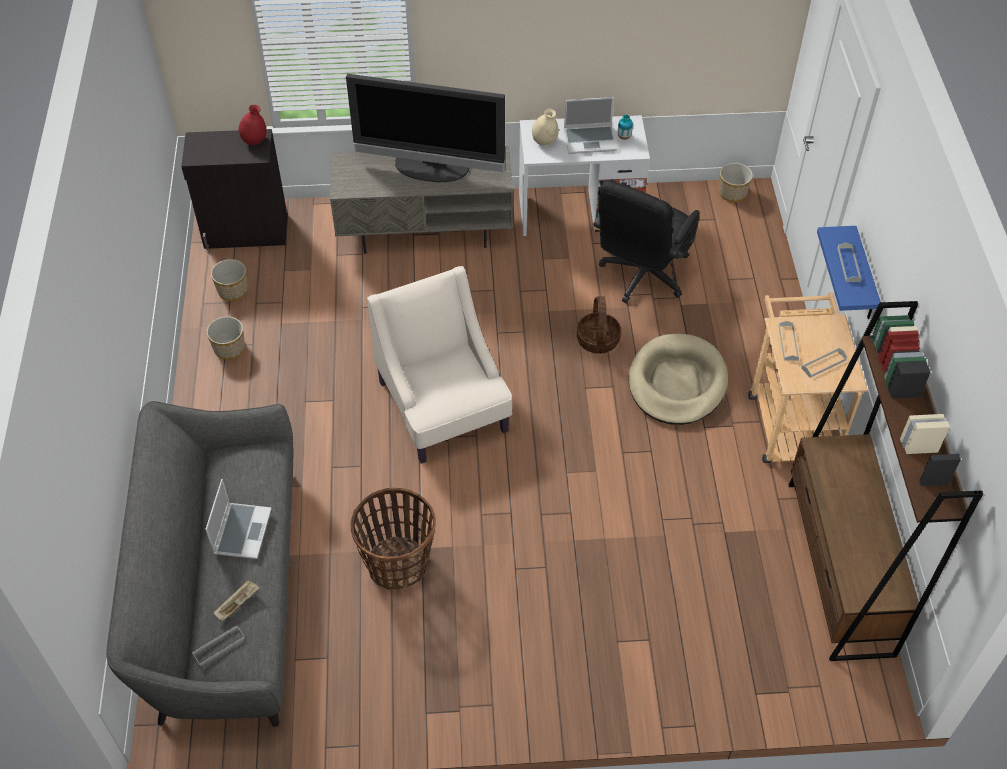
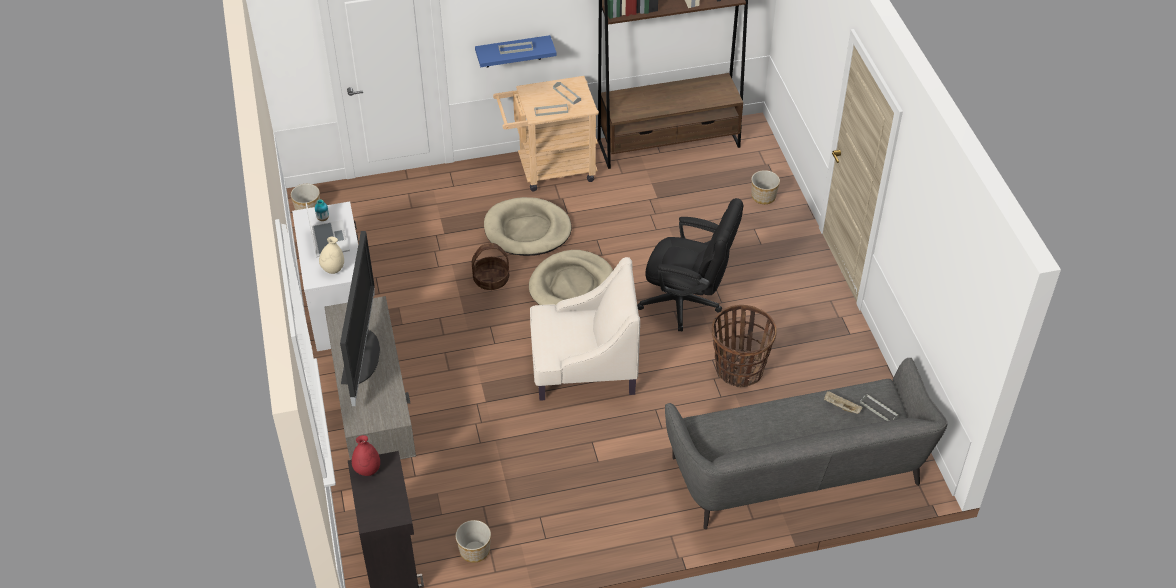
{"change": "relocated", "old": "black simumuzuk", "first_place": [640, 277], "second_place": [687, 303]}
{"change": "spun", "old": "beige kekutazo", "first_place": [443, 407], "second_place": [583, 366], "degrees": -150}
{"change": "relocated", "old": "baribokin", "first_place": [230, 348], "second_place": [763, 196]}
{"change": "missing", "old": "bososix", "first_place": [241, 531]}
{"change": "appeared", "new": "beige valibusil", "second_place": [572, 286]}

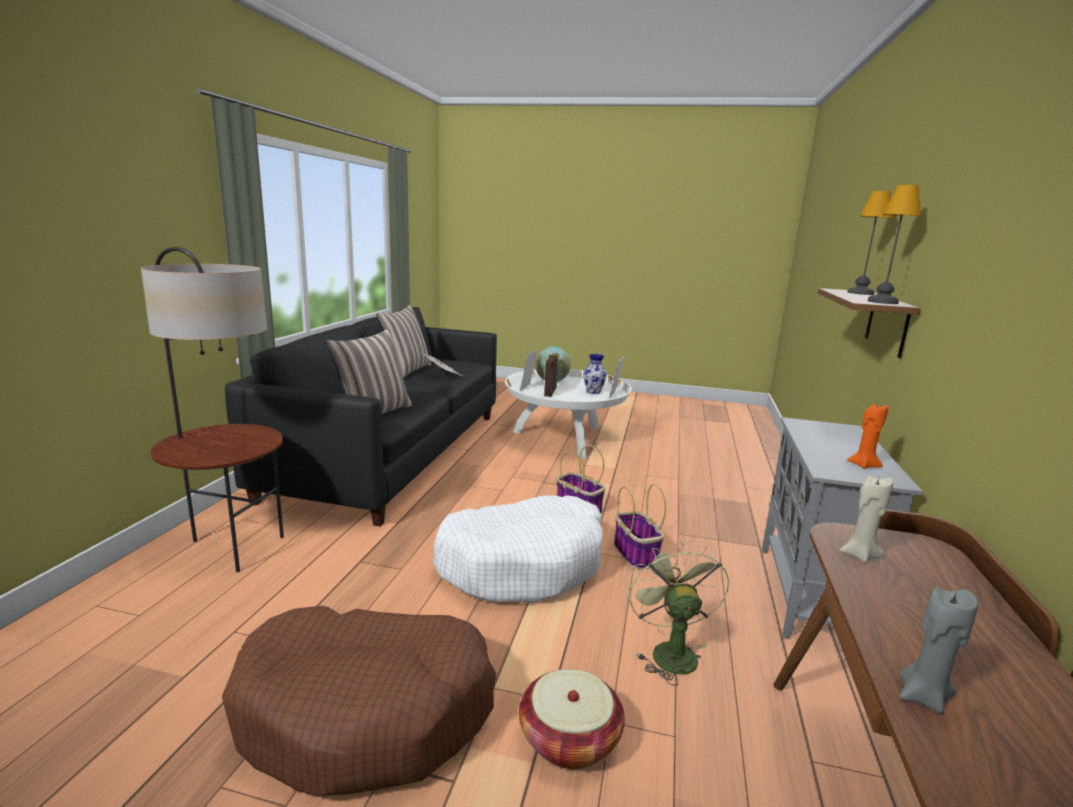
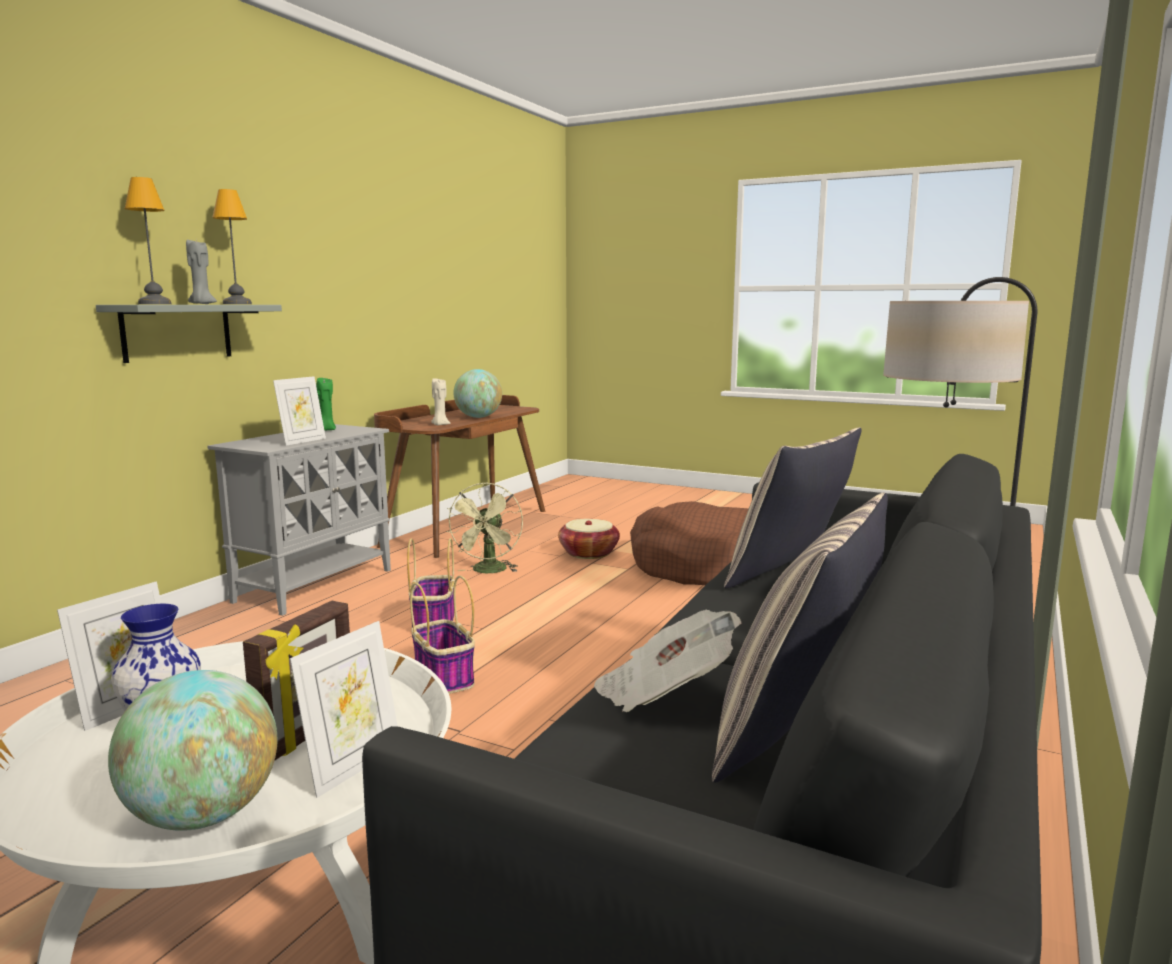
{"change": "colour", "old": "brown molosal", "new": "grey molosal", "first_place": [887, 323], "second_place": [177, 332]}
{"change": "colour", "old": "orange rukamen", "new": "green rukamen", "first_place": [863, 465], "second_place": [326, 430]}
{"change": "missing", "old": "white valibusil", "first_place": [522, 564]}
{"change": "relocated", "old": "grey rukamen", "first_place": [922, 697], "second_place": [201, 304]}
{"change": "appeared", "new": "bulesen", "second_place": [478, 417]}
{"change": "appeared", "new": "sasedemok", "second_place": [302, 441]}

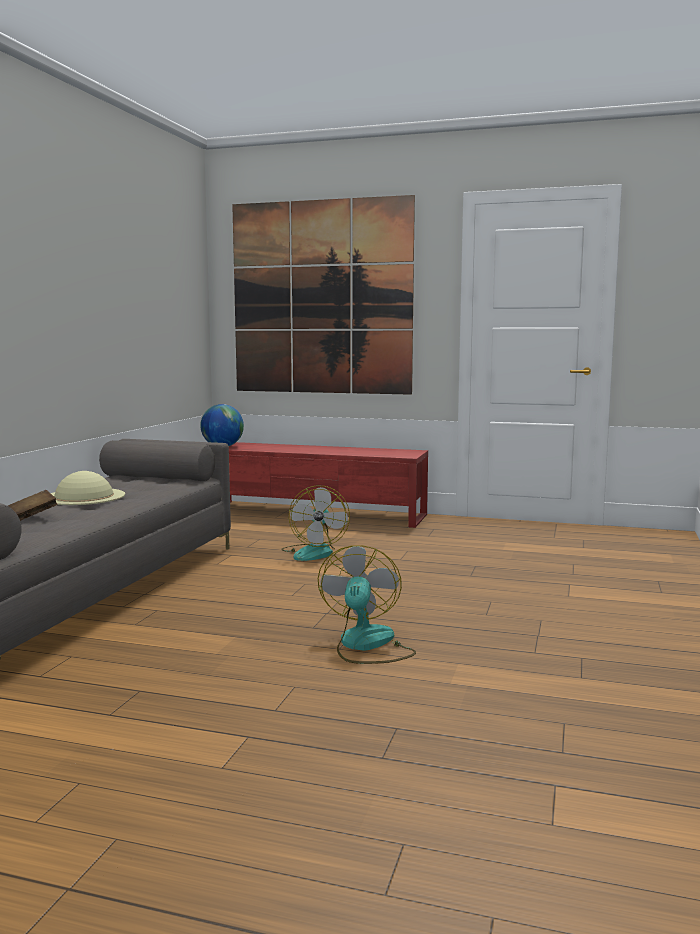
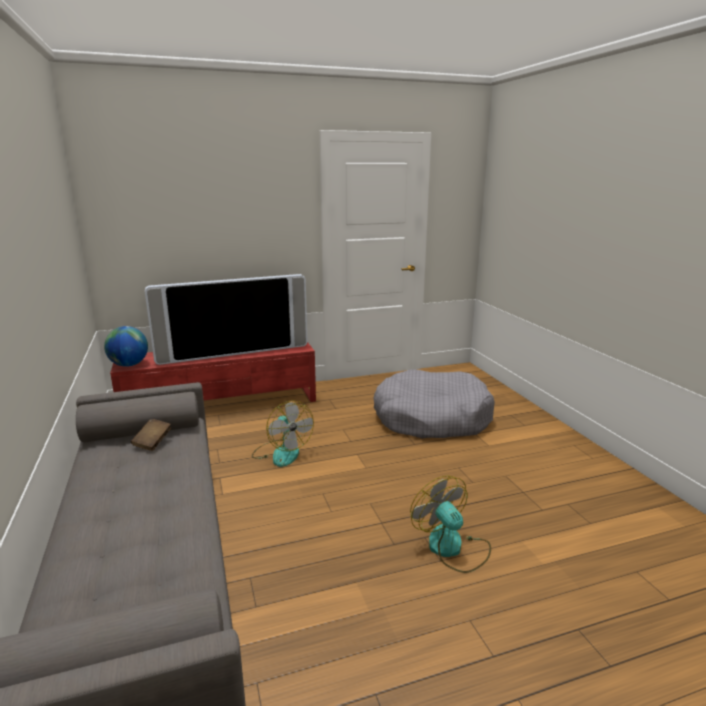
{"change": "missing", "old": "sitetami", "first_place": [321, 298]}
{"change": "missing", "old": "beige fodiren", "first_place": [84, 496]}
{"change": "relocated", "old": "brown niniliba", "first_place": [32, 516], "second_place": [152, 442]}
{"change": "appeared", "new": "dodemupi", "second_place": [233, 352]}
{"change": "appeared", "new": "grey valibusil", "second_place": [431, 418]}

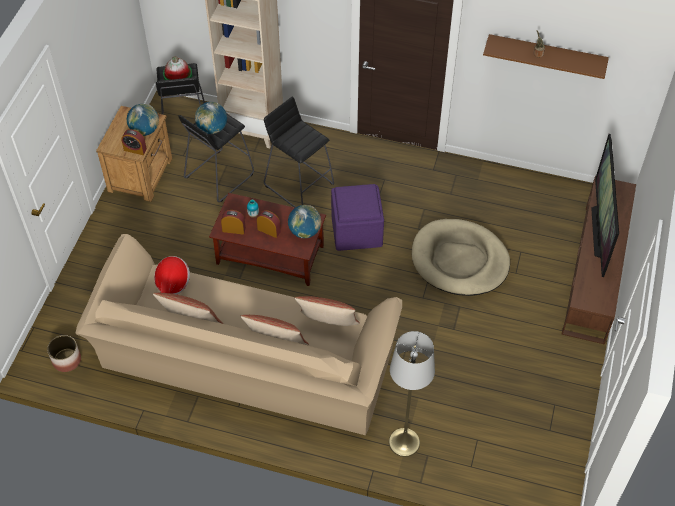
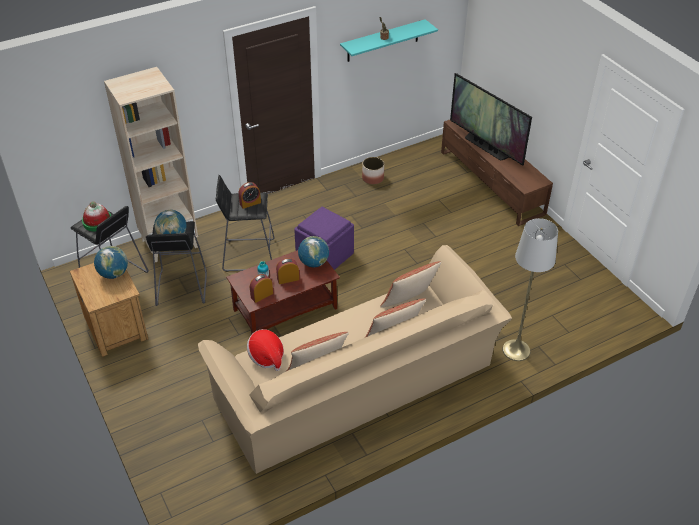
{"change": "colour", "old": "brown molosal", "new": "turquoise molosal", "first_place": [546, 55], "second_place": [383, 41]}
{"change": "relocated", "old": "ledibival", "first_place": [135, 149], "second_place": [250, 203]}
{"change": "missing", "old": "beige valibusil", "first_place": [459, 260]}
{"change": "relocated", "old": "baribokin", "first_place": [66, 360], "second_place": [372, 178]}

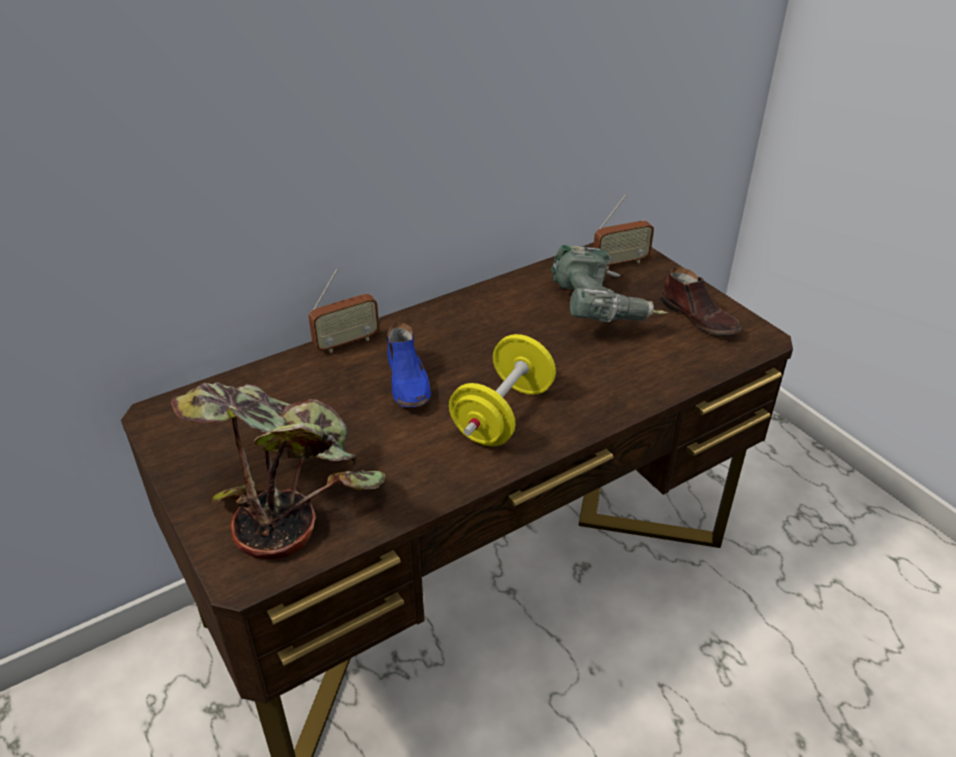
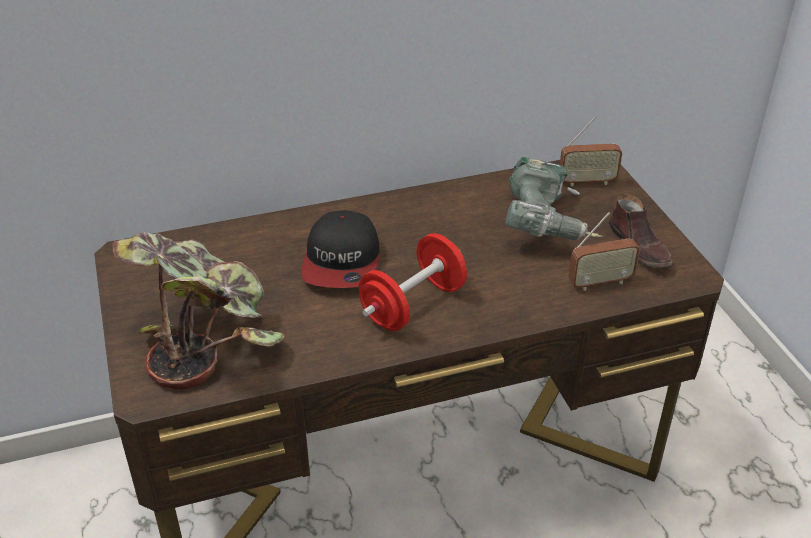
{"change": "relocated", "old": "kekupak", "first_place": [346, 342], "second_place": [600, 282]}
{"change": "exchanged", "old": "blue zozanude", "new": "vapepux", "first_place": [408, 382], "second_place": [342, 262]}
{"change": "colour", "old": "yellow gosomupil", "new": "red gosomupil", "first_place": [502, 415], "second_place": [413, 305]}

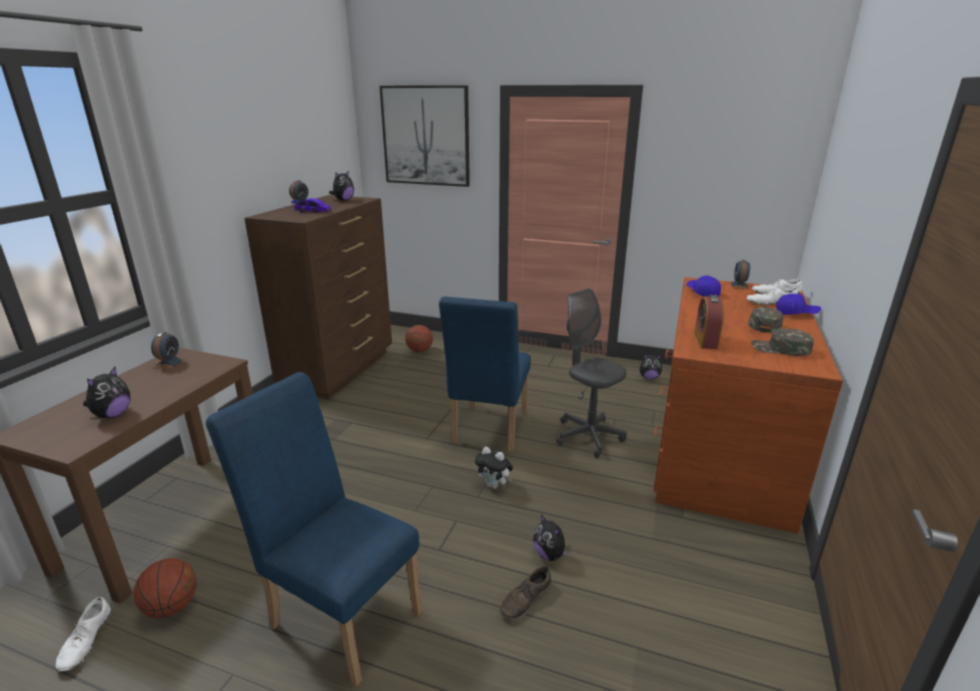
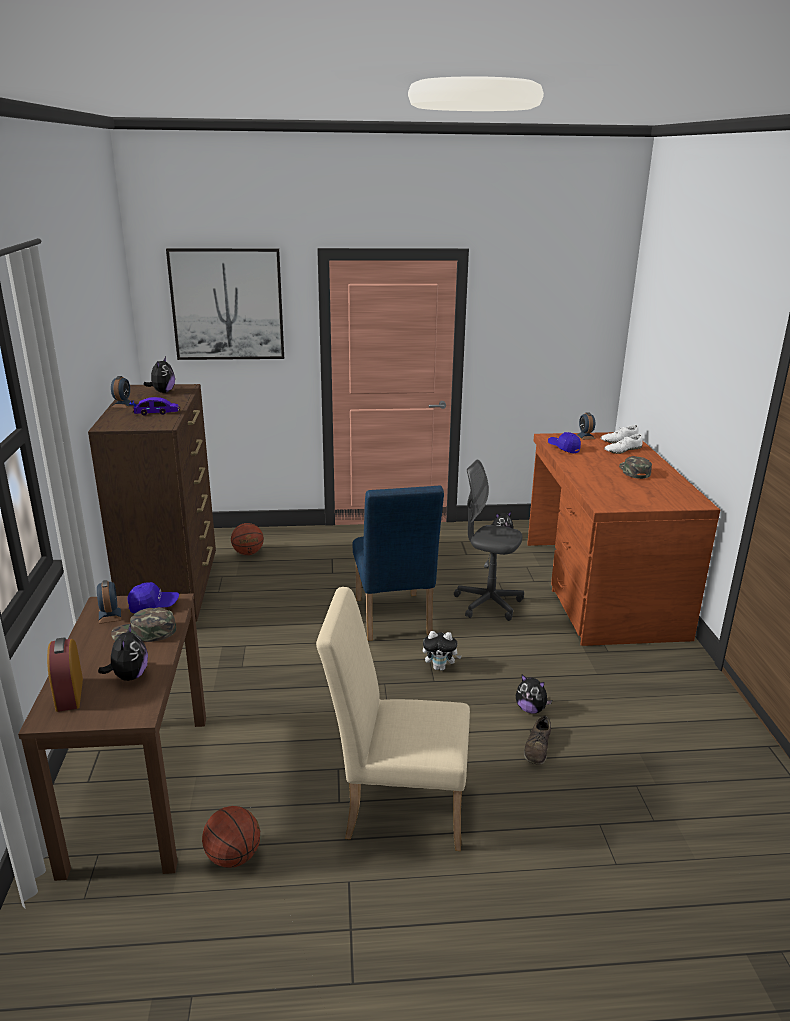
{"change": "relocated", "old": "blue vapepux", "first_place": [796, 313], "second_place": [154, 606]}
{"change": "relocated", "old": "ledibival", "first_place": [706, 340], "second_place": [69, 694]}
{"change": "relocated", "old": "green vapepux", "first_place": [780, 349], "second_place": [144, 633]}
{"change": "colour", "old": "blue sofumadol", "new": "beige sofumadol", "first_place": [339, 612], "second_place": [396, 807]}
{"change": "missing", "old": "white zozanude", "first_place": [86, 641]}

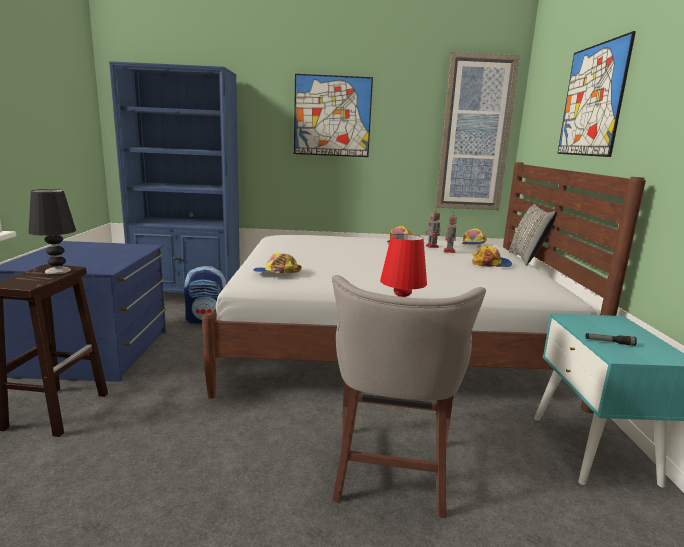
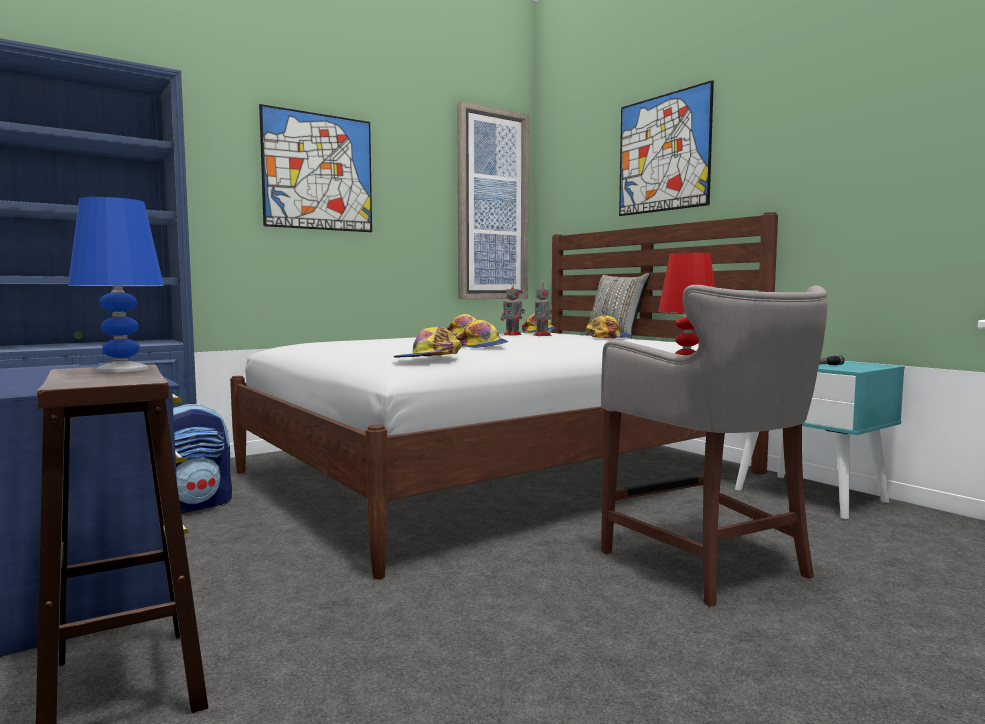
{"change": "colour", "old": "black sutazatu", "new": "blue sutazatu", "first_place": [58, 271], "second_place": [122, 369]}
{"change": "appeared", "new": "vapepux", "second_place": [481, 346]}

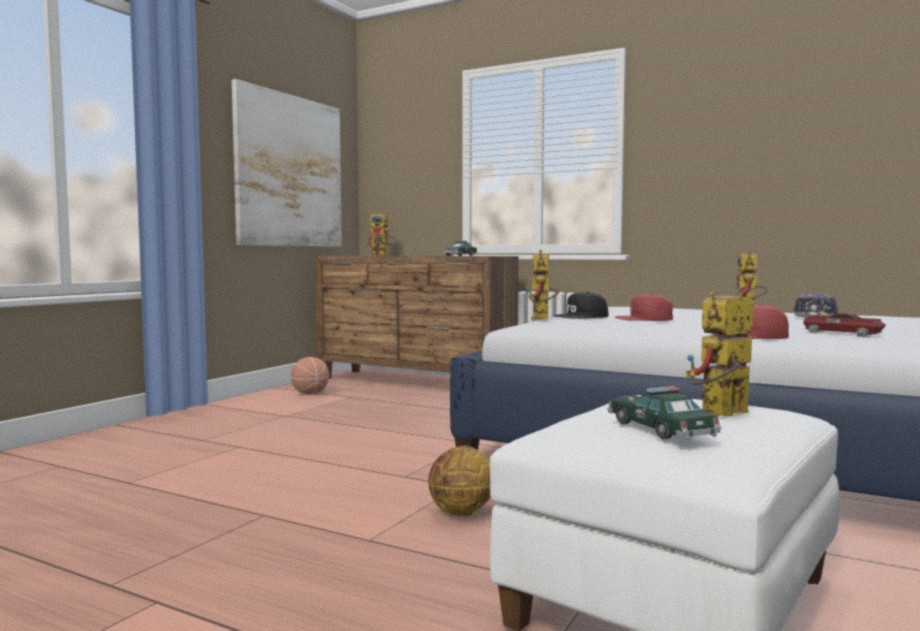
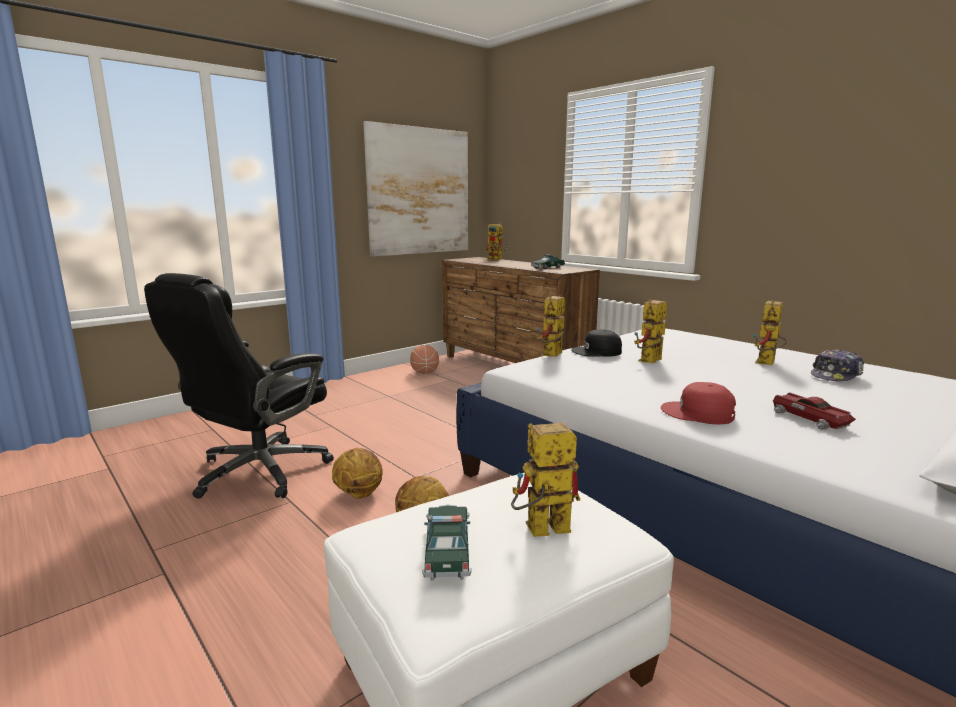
{"change": "exchanged", "old": "red vapepux", "new": "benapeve", "first_place": [644, 319], "second_place": [650, 362]}
{"change": "appeared", "new": "black simumuzuk", "second_place": [258, 472]}
{"change": "appeared", "new": "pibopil", "second_place": [358, 494]}

